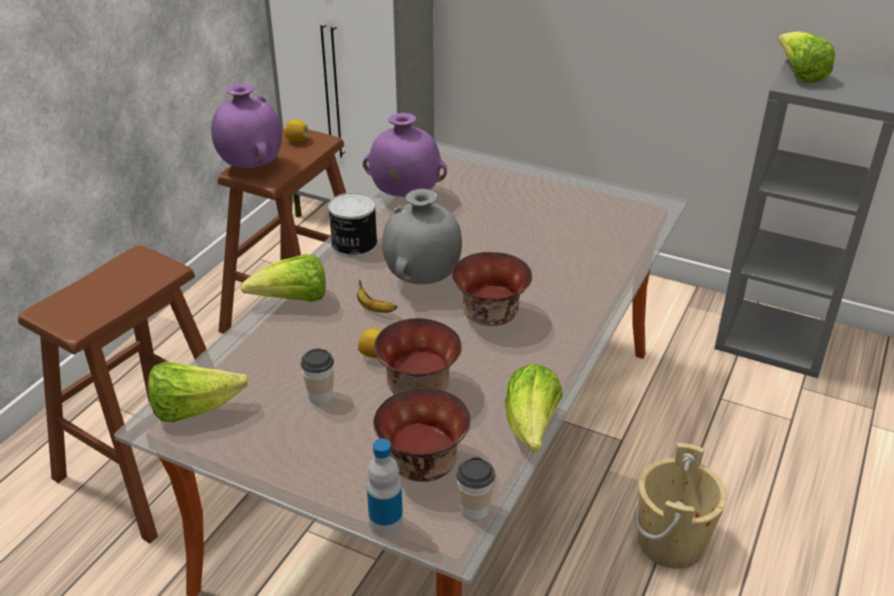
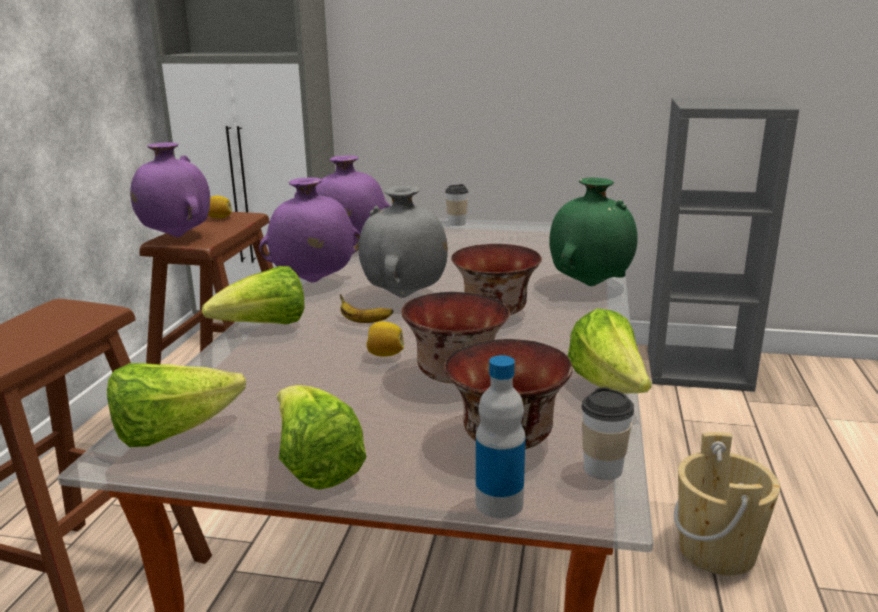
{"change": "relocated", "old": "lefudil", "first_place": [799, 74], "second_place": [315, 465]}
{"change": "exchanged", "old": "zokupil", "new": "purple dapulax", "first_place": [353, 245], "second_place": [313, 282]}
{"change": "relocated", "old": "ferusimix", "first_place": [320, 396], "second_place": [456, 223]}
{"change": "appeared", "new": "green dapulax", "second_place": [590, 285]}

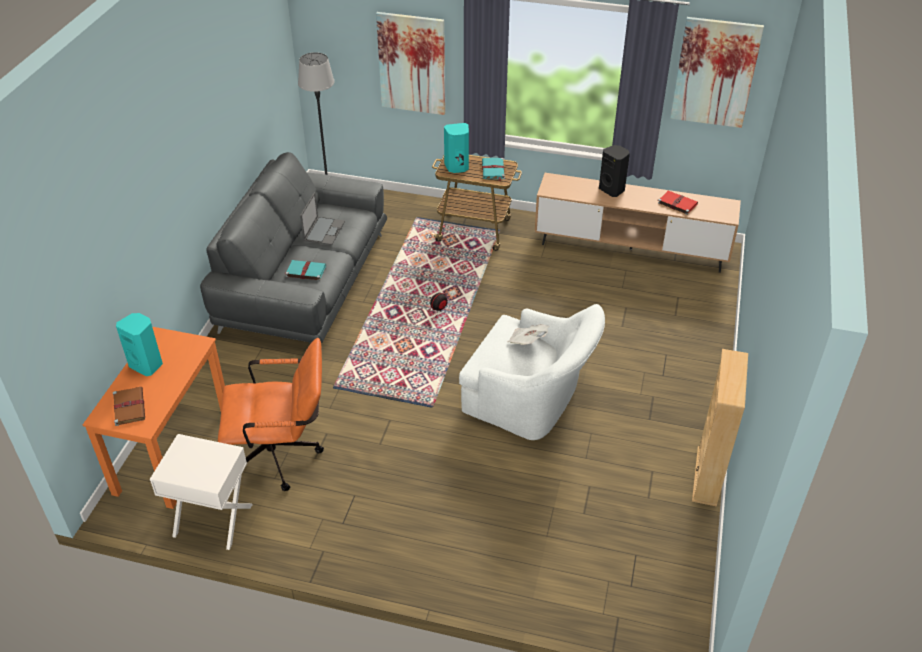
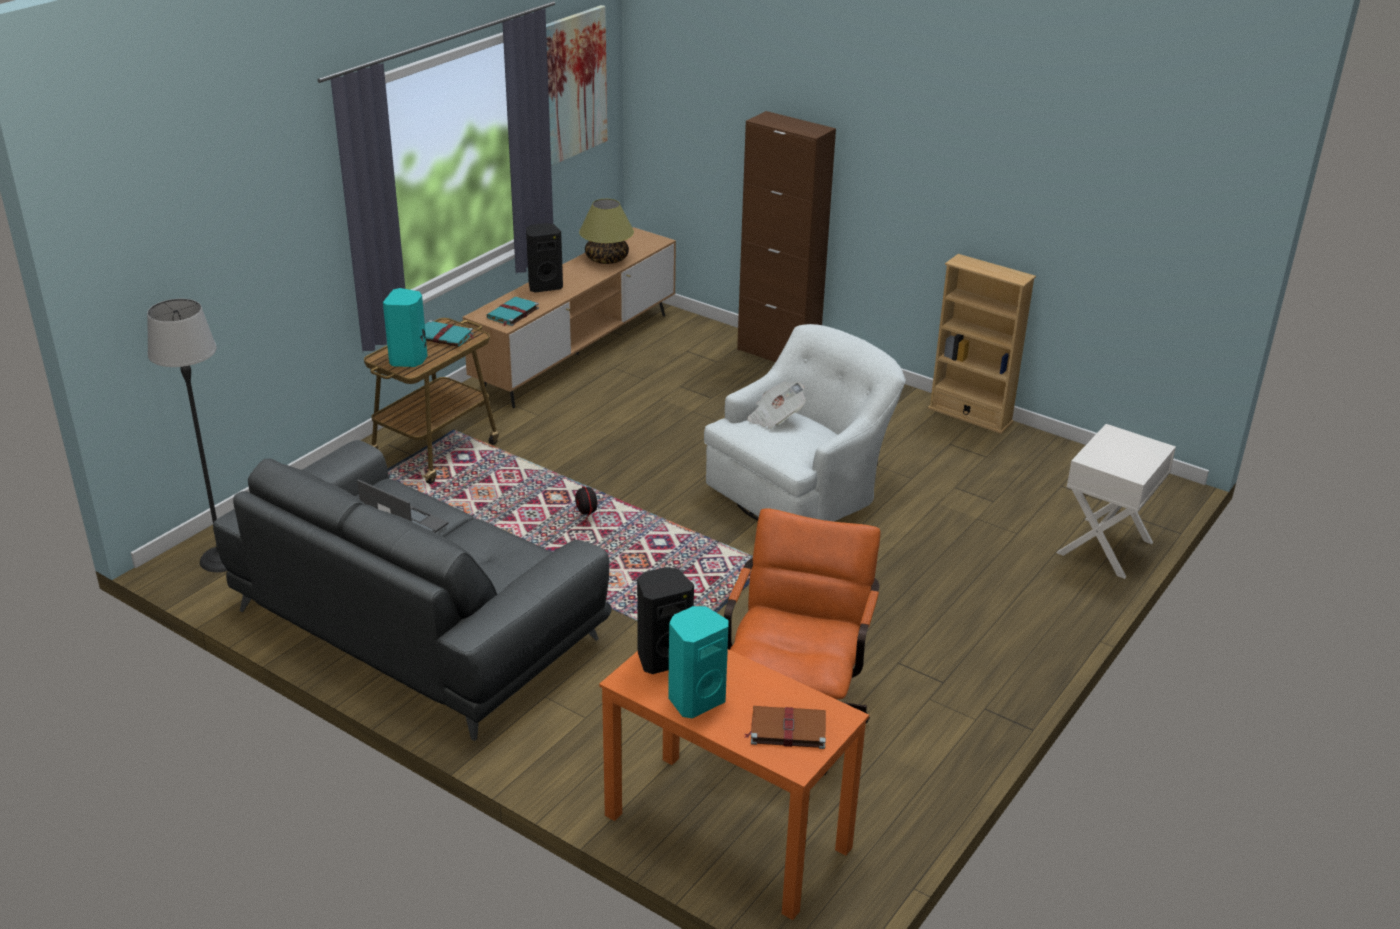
{"change": "missing", "old": "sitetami", "first_place": [412, 63]}
{"change": "exchanged", "old": "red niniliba", "new": "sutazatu", "first_place": [676, 203], "second_place": [607, 259]}
{"change": "relocated", "old": "turquoise niniliba", "first_place": [305, 271], "second_place": [512, 313]}
{"change": "relocated", "old": "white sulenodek", "first_place": [212, 521], "second_place": [1106, 548]}
{"change": "appeared", "new": "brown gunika", "second_place": [778, 354]}
{"change": "appeared", "new": "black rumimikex", "second_place": [663, 658]}

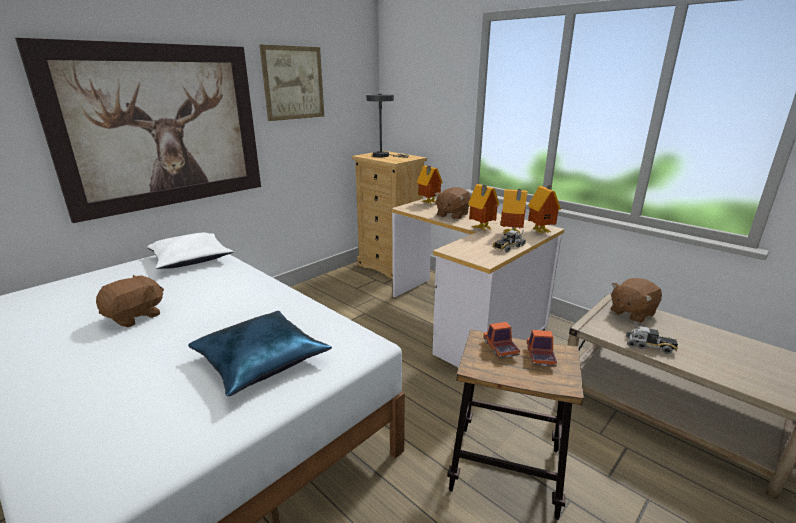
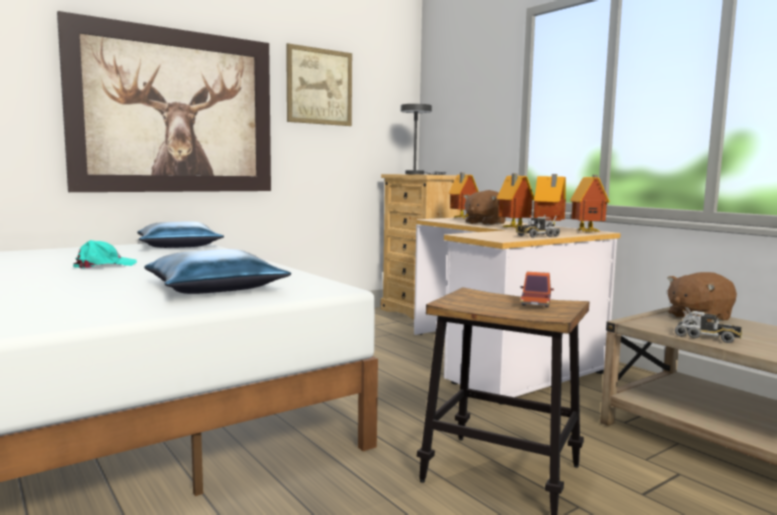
{"change": "colour", "old": "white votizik", "new": "blue votizik", "first_place": [191, 259], "second_place": [179, 246]}
{"change": "exchanged", "old": "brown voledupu", "new": "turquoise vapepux", "first_place": [135, 316], "second_place": [104, 265]}
{"change": "missing", "old": "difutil", "first_place": [500, 348]}

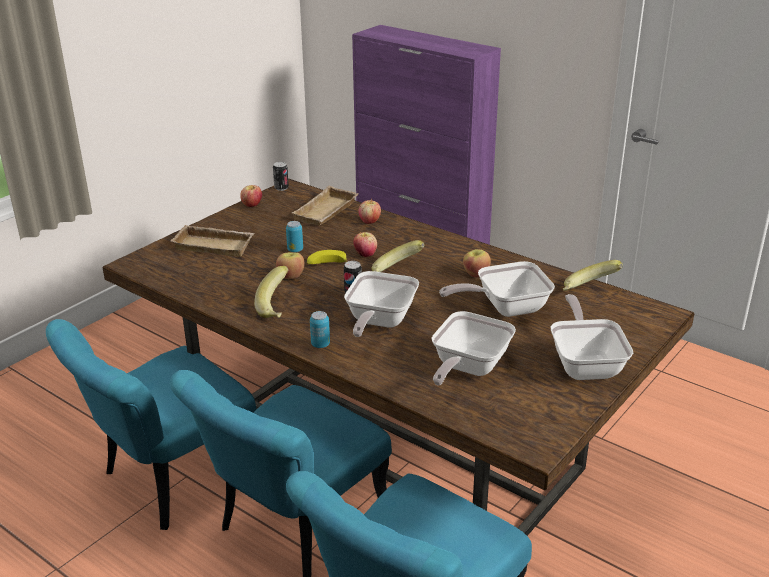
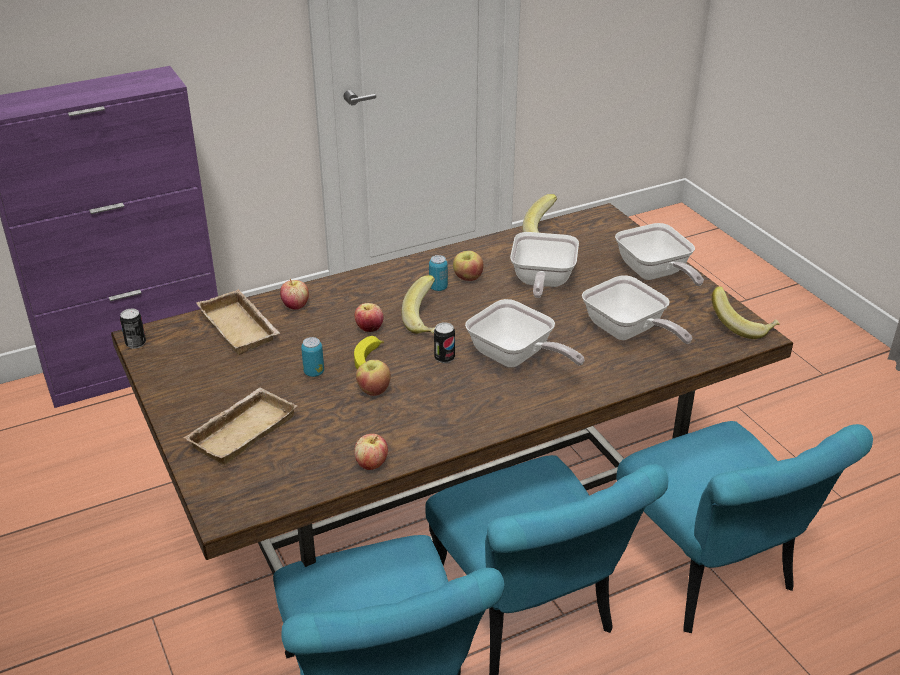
{"change": "relocated", "old": "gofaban", "first_place": [252, 205], "second_place": [371, 464]}
{"change": "relocated", "old": "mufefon", "first_place": [278, 308], "second_place": [742, 326]}
{"change": "spun", "old": "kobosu", "first_place": [585, 363], "second_place": [655, 274], "degrees": -135}
{"change": "relocated", "old": "zokupil", "first_place": [320, 344], "second_place": [438, 288]}

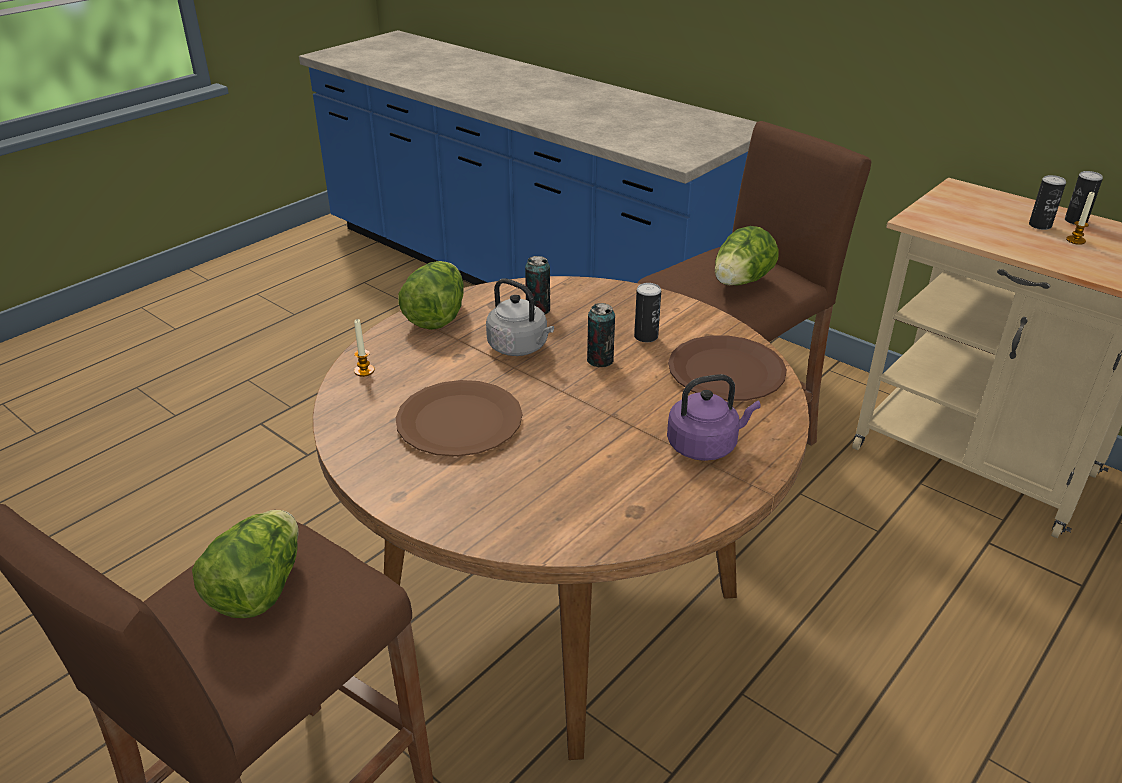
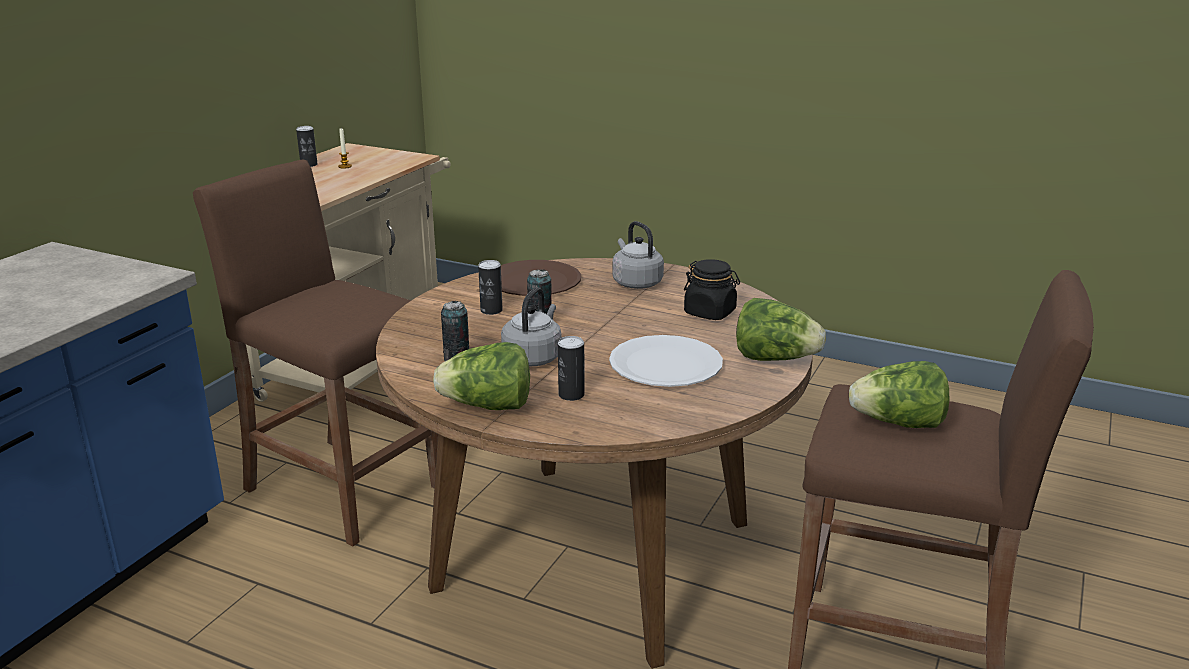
{"change": "relocated", "old": "zokupil", "first_place": [1040, 225], "second_place": [571, 395]}
{"change": "relocated", "old": "lefudil", "first_place": [740, 282], "second_place": [774, 359]}
{"change": "missing", "old": "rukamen", "first_place": [364, 371]}
{"change": "colour", "old": "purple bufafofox", "new": "grey bufafofox", "first_place": [705, 445], "second_place": [635, 282]}
{"change": "colour", "old": "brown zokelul", "new": "white zokelul", "first_place": [459, 421], "second_place": [666, 364]}
{"change": "appeared", "new": "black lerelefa", "second_place": [710, 312]}

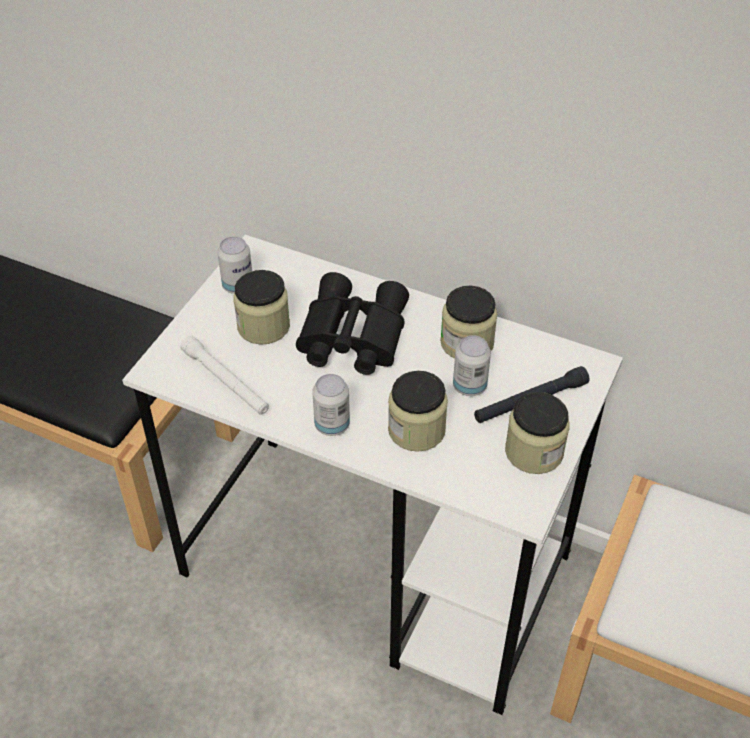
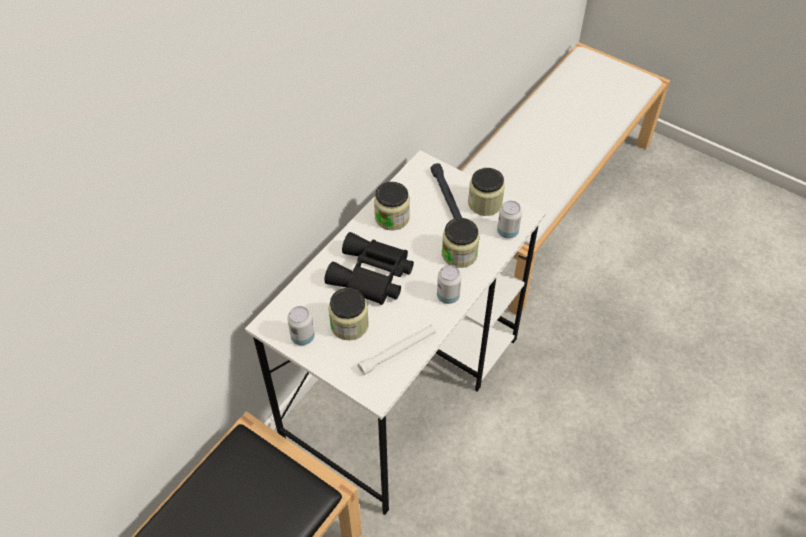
{"change": "relocated", "old": "zokupil", "first_place": [469, 386], "second_place": [507, 232]}

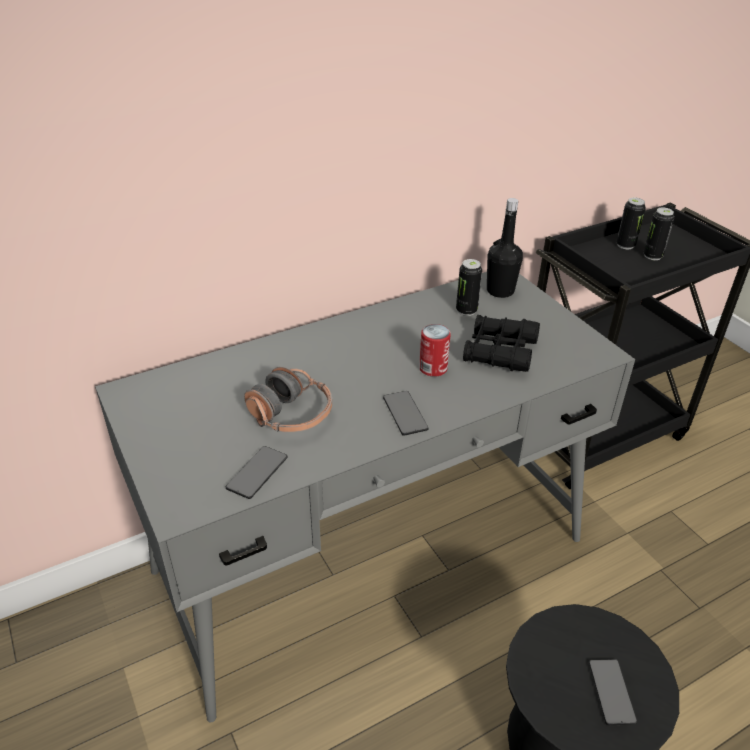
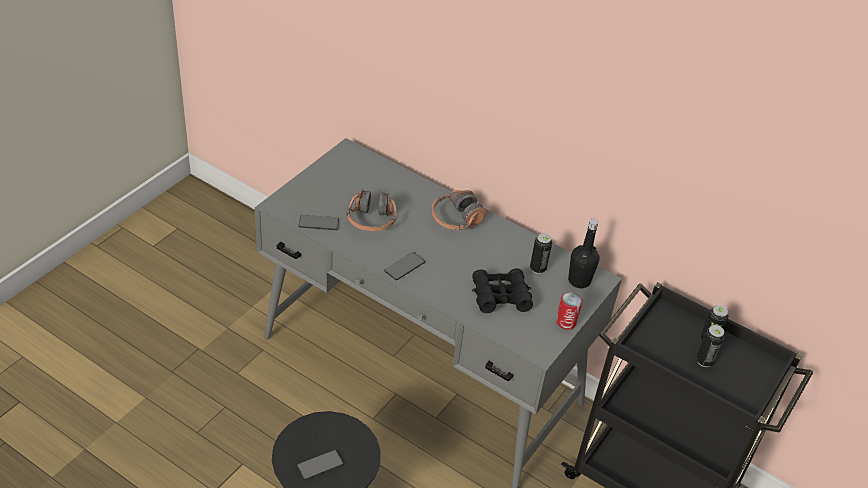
{"change": "relocated", "old": "zokupil", "first_place": [433, 368], "second_place": [566, 322]}
{"change": "appeared", "new": "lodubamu", "second_place": [456, 219]}

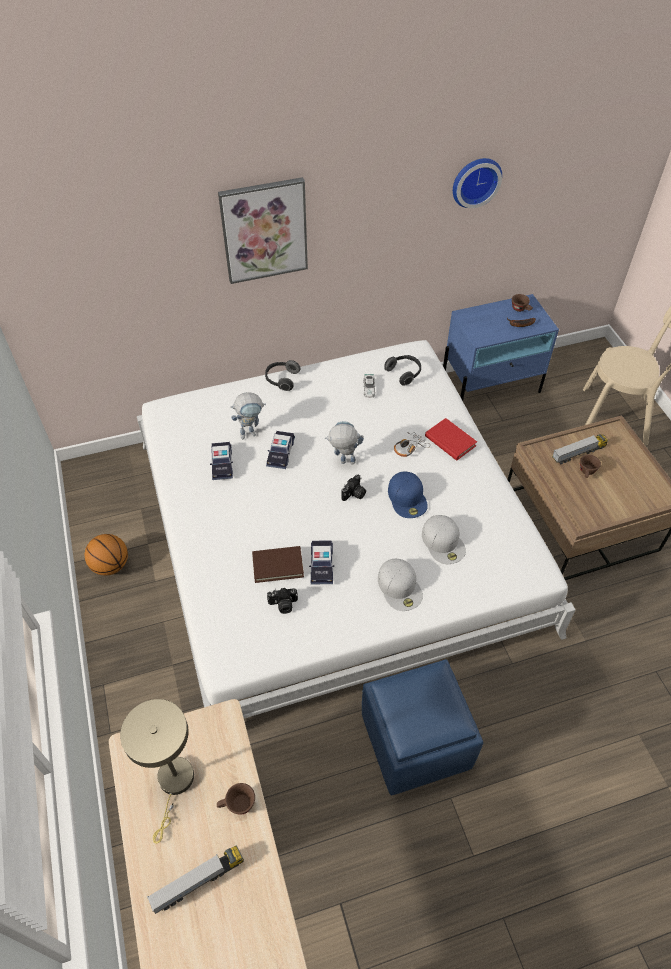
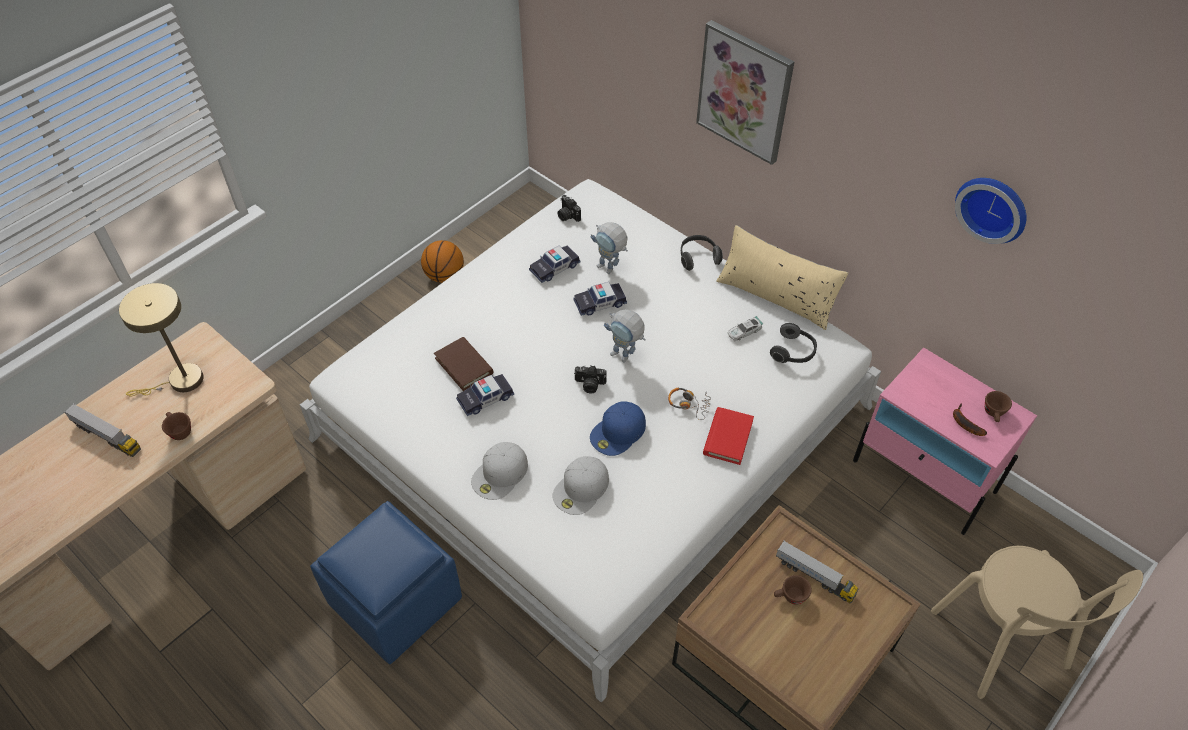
{"change": "colour", "old": "blue sulenodek", "new": "pink sulenodek", "first_place": [491, 386], "second_place": [924, 476]}
{"change": "spun", "old": "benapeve", "first_place": [343, 462], "second_place": [625, 357], "degrees": 150}
{"change": "relocated", "old": "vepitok", "first_place": [283, 605], "second_place": [567, 215]}
{"change": "appeared", "new": "beige votizik", "second_place": [776, 295]}

